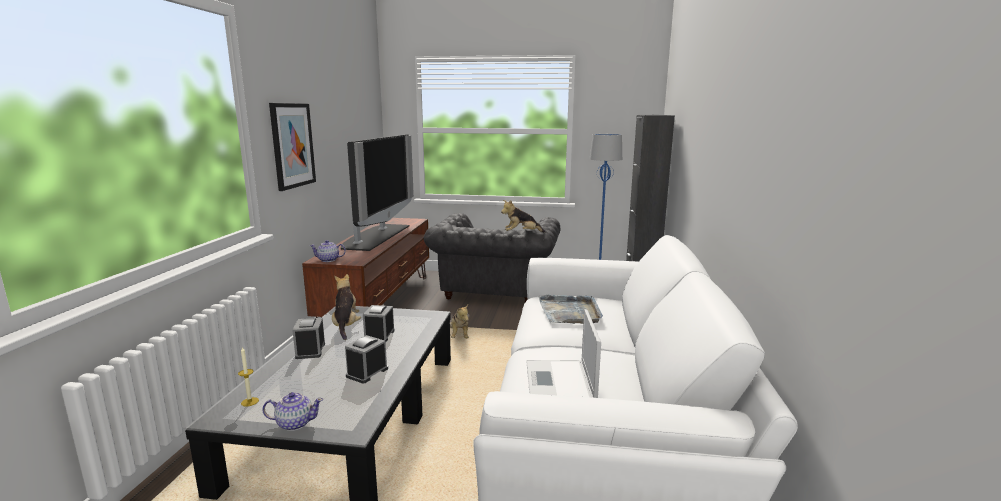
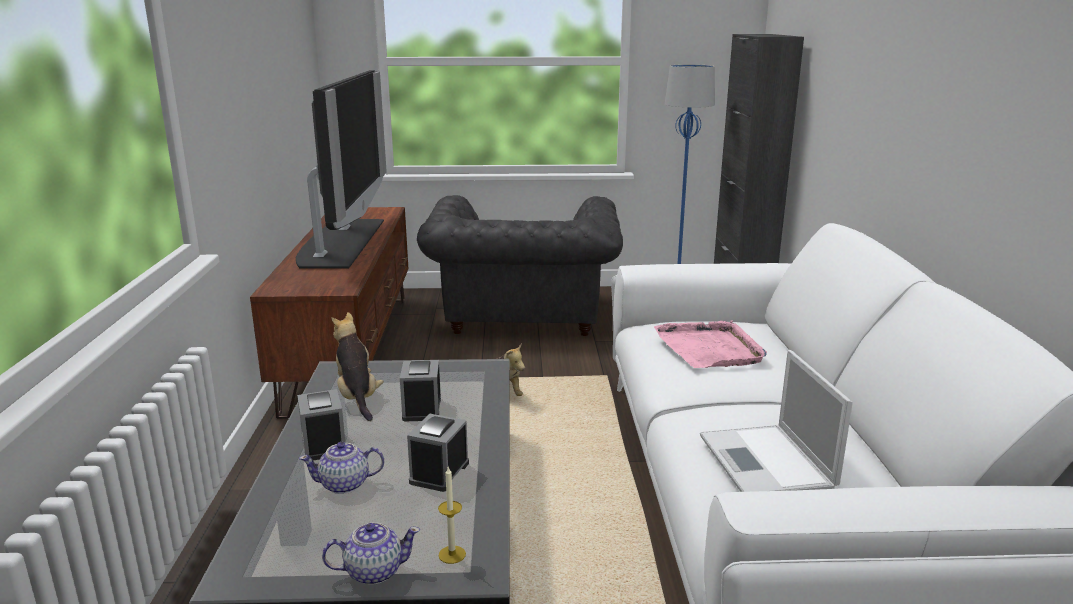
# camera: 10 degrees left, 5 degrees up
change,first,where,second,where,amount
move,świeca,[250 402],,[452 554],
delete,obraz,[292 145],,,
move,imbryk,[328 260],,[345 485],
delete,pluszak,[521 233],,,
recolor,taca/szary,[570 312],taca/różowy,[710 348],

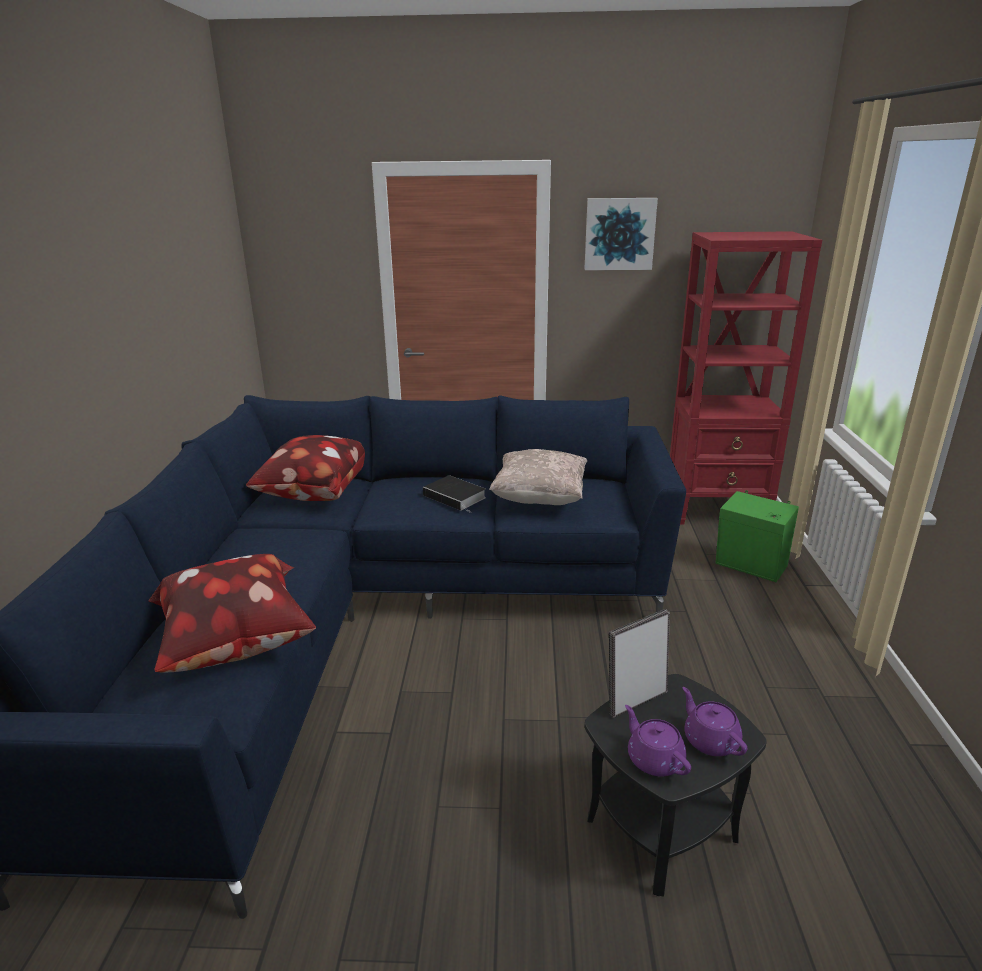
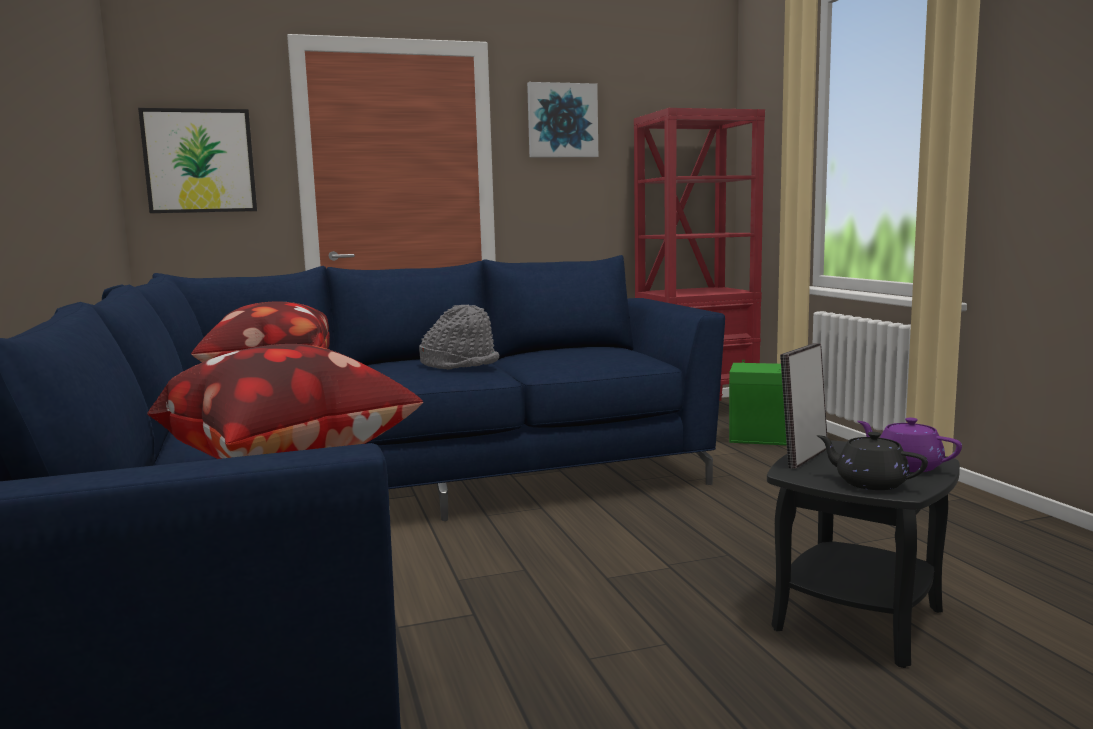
# camera: 20 degrees left, 15 degrees down
change,first,where,second,where,amount
replace,książka,[456 497],kapelusz/szary,[460 364],
delete,poduszka/beżowy,[539 498],,,
recolor,imbryk/fioletowy,[654 759],imbryk/czarny,[869 483],
insert,,,obraz,[199 161],

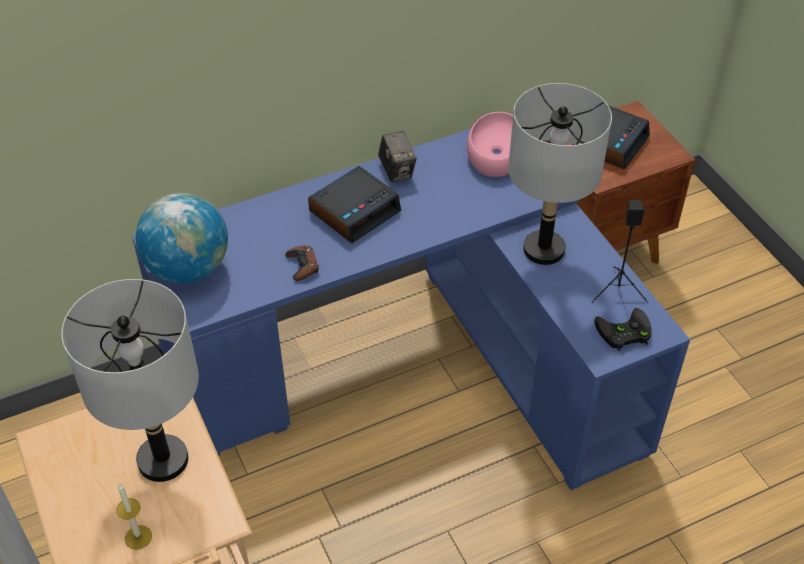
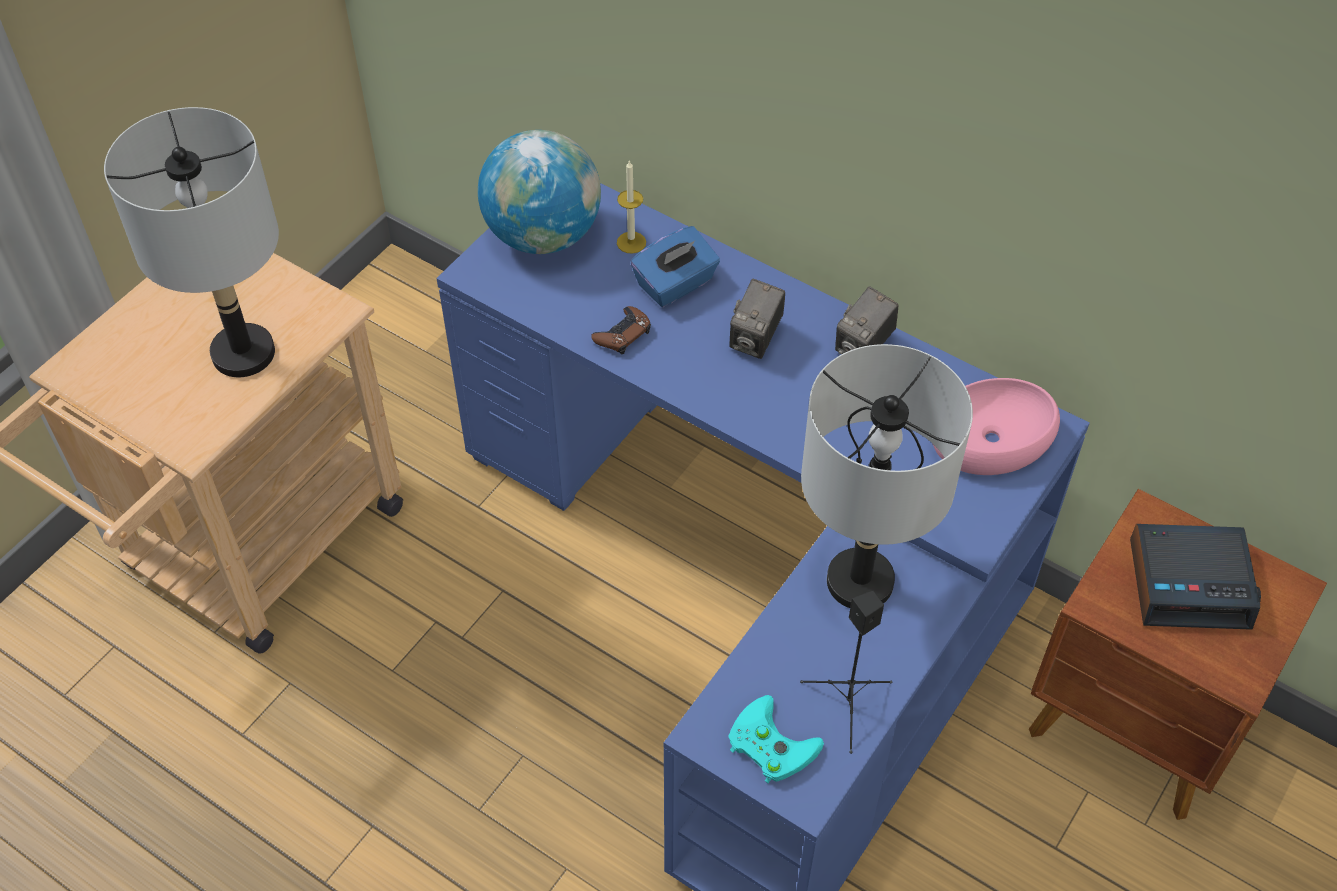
# camera: 60 degrees right, 5 degrees up
change,first,where,second,where,amount
move,świeca,[138 537],,[631 242],
replace,budzik,[355 210],aparat fotograficzny,[755 339],
recolor,pad do gier/czarny,[623 333],pad do gier/turkusowy,[767 744],
insert,,,pudełko chusteczek/niebieski,[675 284],

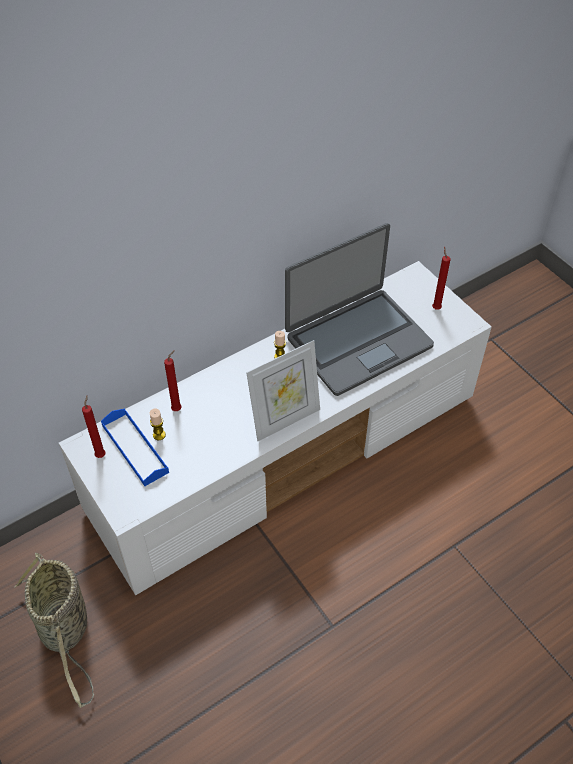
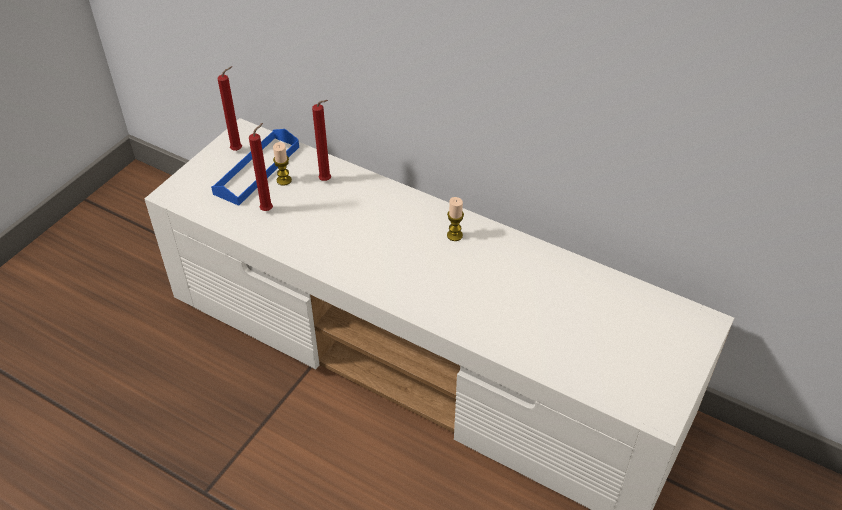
# camera: 65 degrees right, 5 degrees down
change,first,where,second,where,amount
delete,koszyk,[66 631],,,
delete,ramka na zdjęcie,[285 420],,,
delete,laptop,[357 341],,,
move,świeca/czerwony,[436 307],,[269 209],

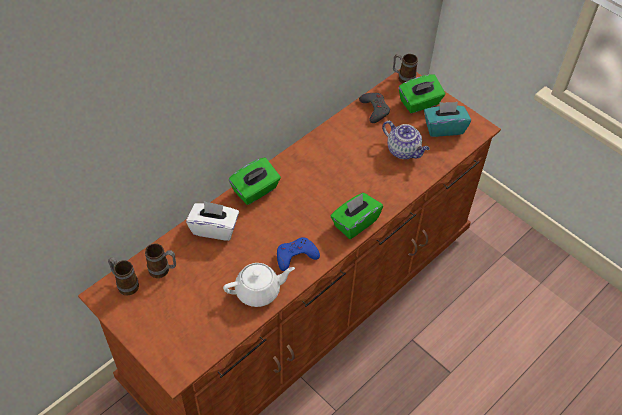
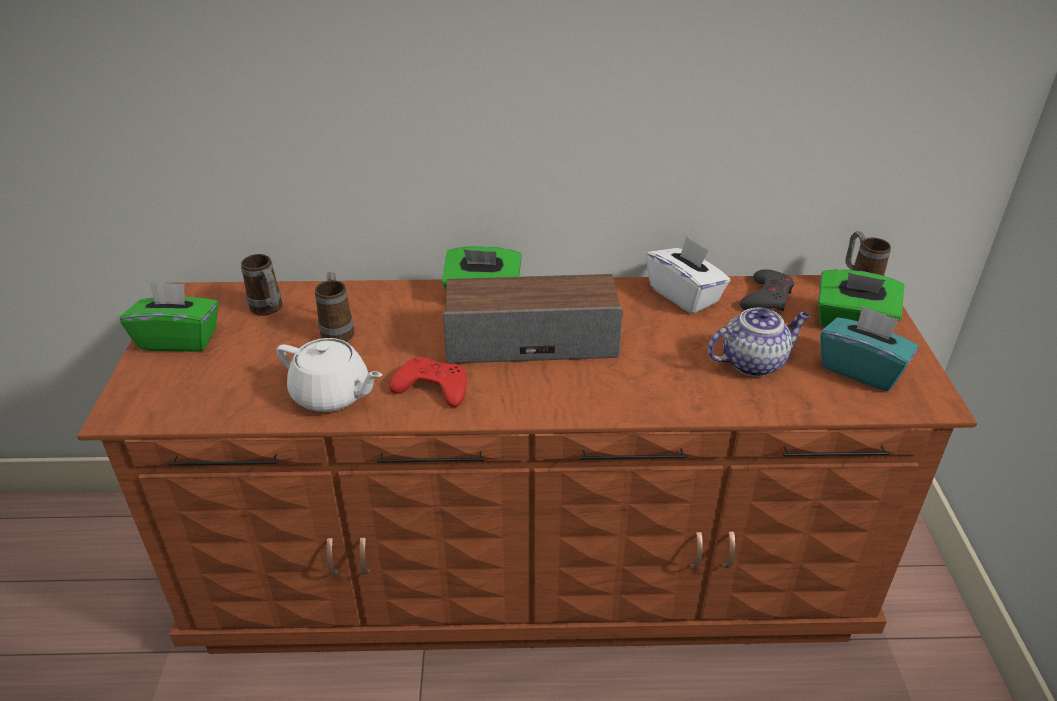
# camera: 45 degrees right, 15 degrees down
change,first,where,second,where,amount
move,kubek,[125 284],,[338 330],
move,pudełko chusteczek/biały,[214 228],,[684 295],
recolor,pad do gier/niebieski,[296 256],pad do gier/czerwony,[432 387],
move,pudełko chusteczek/zielony,[355 223],,[179 339],
rotate,imbryk,[404 151],,[753 362],105 degrees counterclockwise
insert,,,głośnik,[531 341],

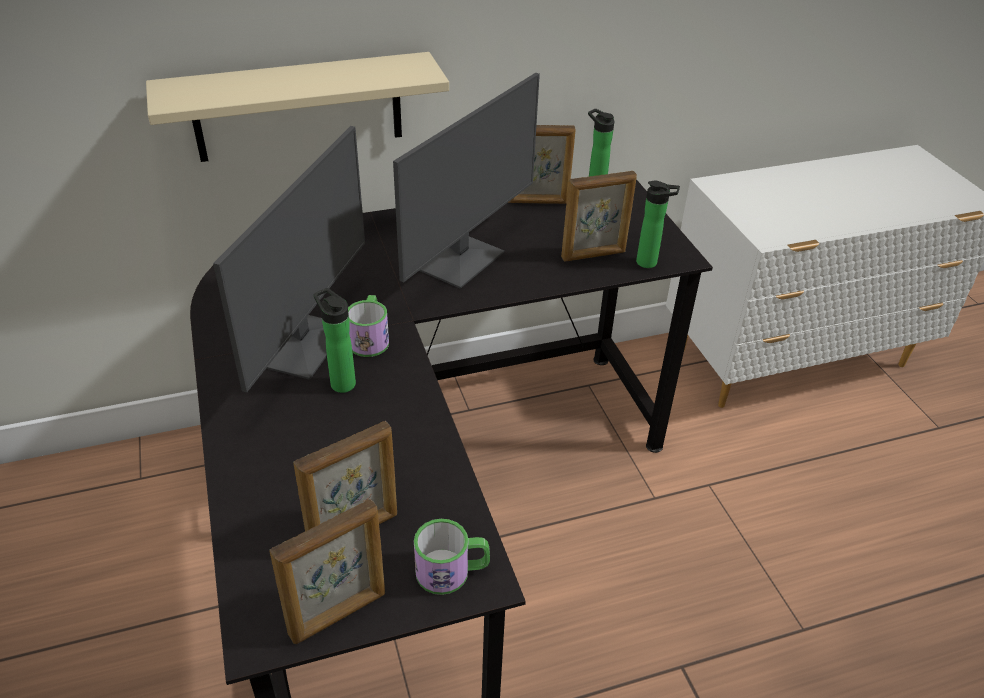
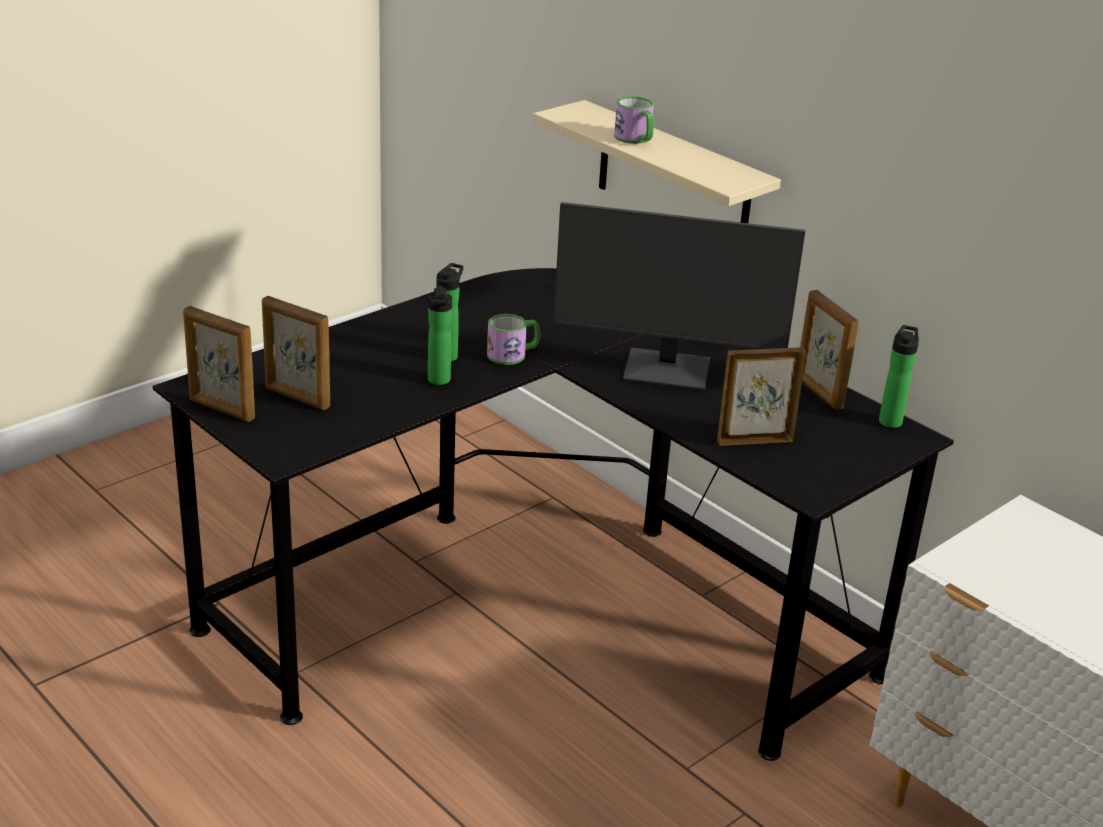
# camera: 65 degrees right, 10 degrees down
change,first,where,second,where,amount
delete,monitor,[301 344],,,
move,kubek,[452 571],,[636 139],
rotate,ramka na zdjęcie,[594 255],,[754 440],120 degrees clockwise
move,butelka,[650 263],,[439 381],

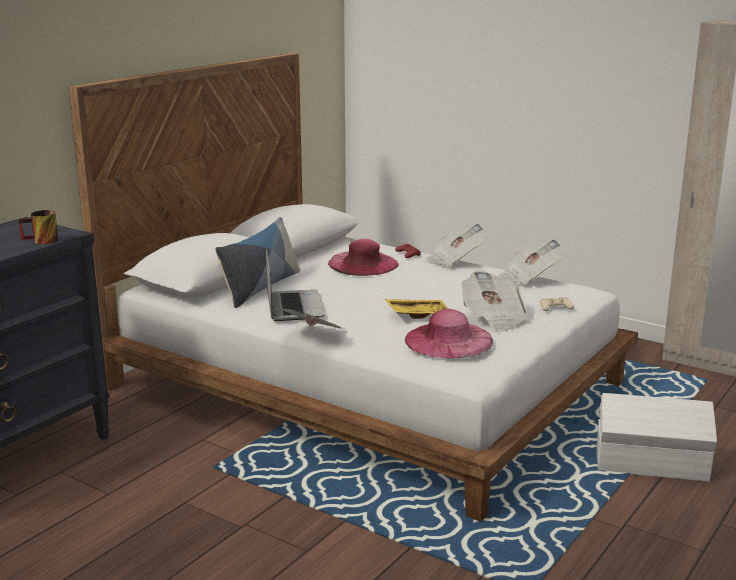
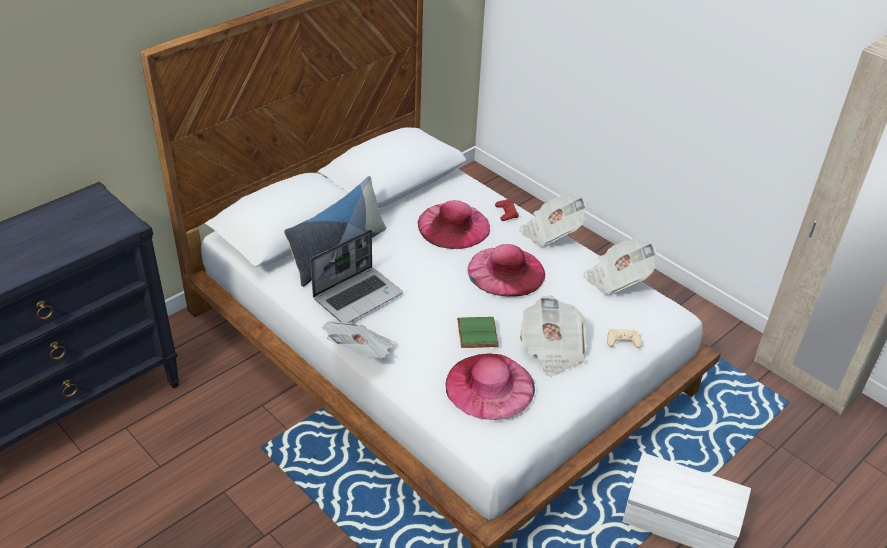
# camera: 10 degrees right, 20 degrees up
change,first,where,second,where,amount
delete,kubek,[41 241],,,
rotate,laptop,[293 307],,[358 296],45 degrees clockwise
replace,taca/żółty,[418 314],książka/zielony,[476 333],
insert,,,kapelusz/różowy,[506 271],

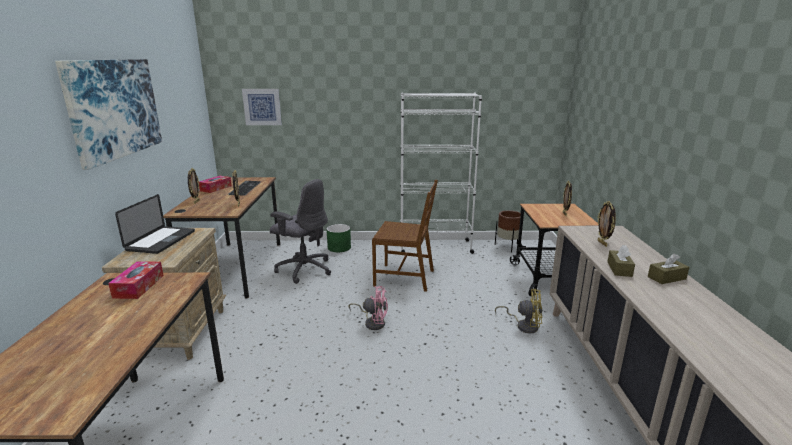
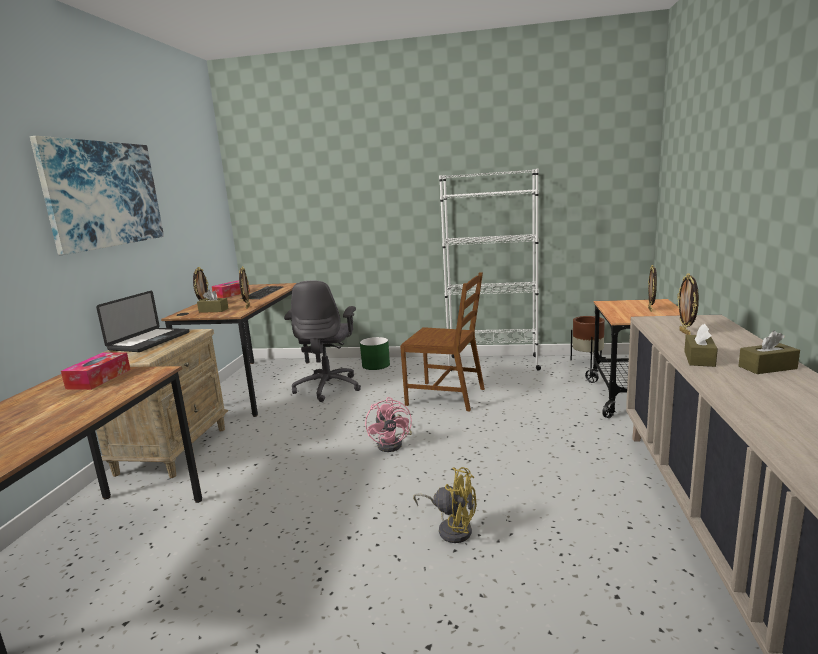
# camera: 10 degrees right, 5 degrees down
change,first,where,second,where,amount
delete,obraz,[262 107],,,
rotate,krzesło biurowe/szary,[304 269],,[328 387],60 degrees clockwise
rotate,wentylator/różowy,[372 322],,[393 444],60 degrees clockwise
move,wentylator/żółty,[523 325],,[451 528],
insert,,,pudełko chusteczek/brązowy,[213 310],

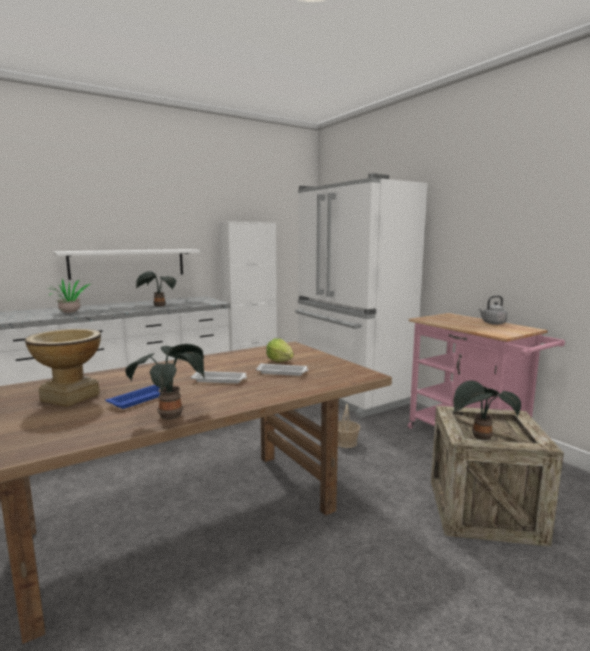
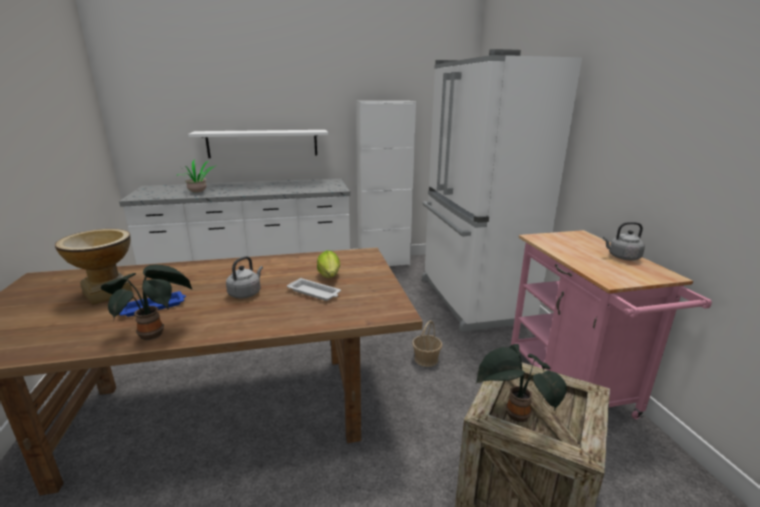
# camera: 20 degrees right, 10 degrees up
change,first,where,second,where,amount
delete,roślina doniczkowa,[158 306],,,
replace,taca/biały,[220 380],czajnik/szary,[246 293],

